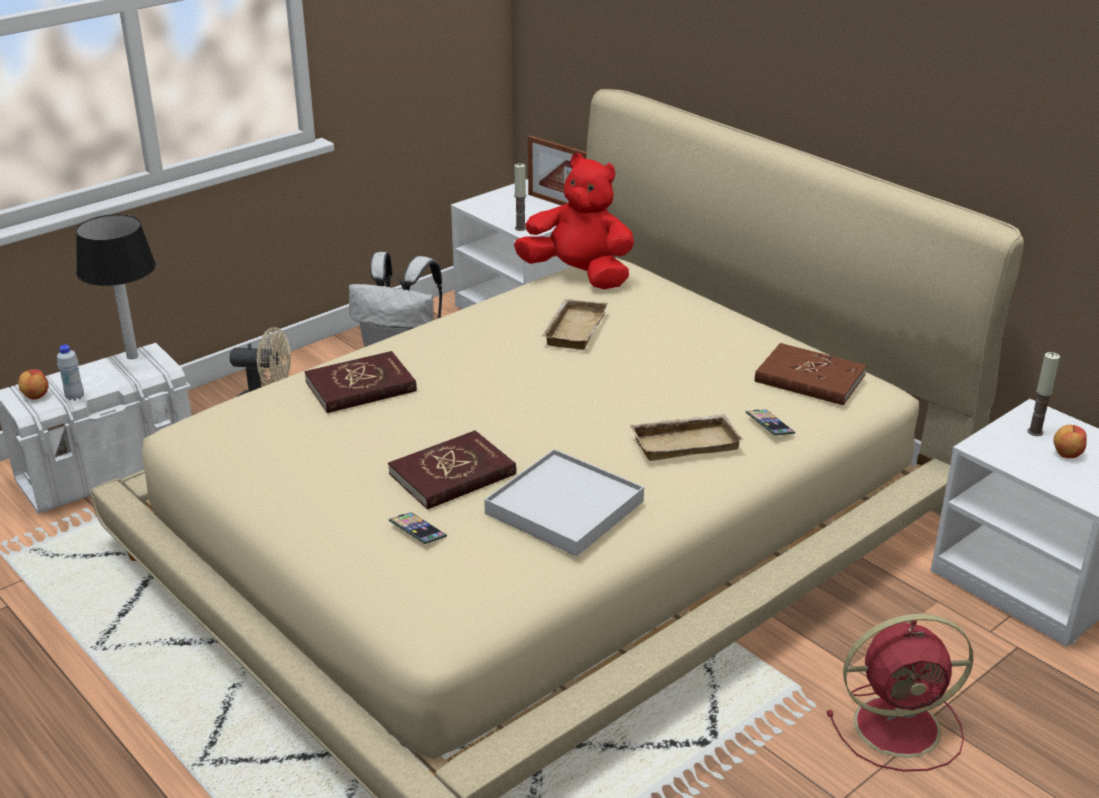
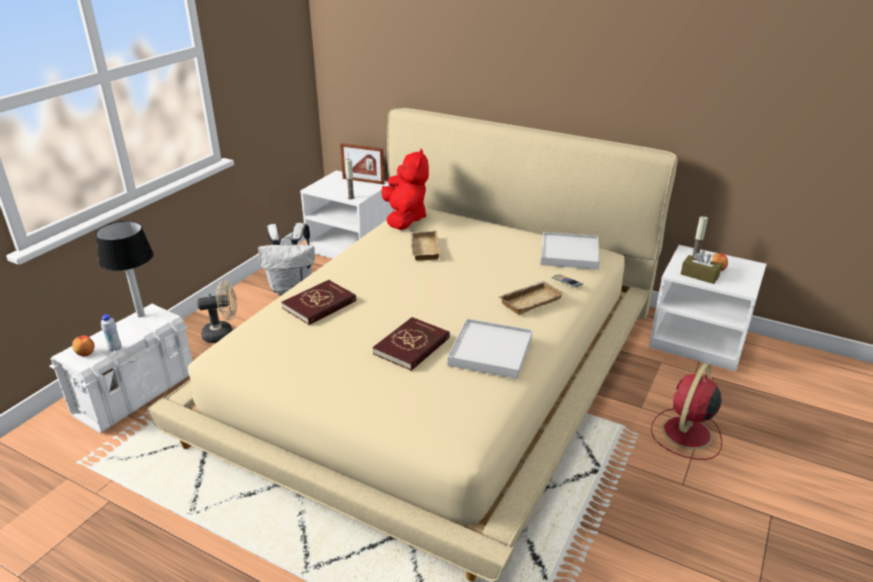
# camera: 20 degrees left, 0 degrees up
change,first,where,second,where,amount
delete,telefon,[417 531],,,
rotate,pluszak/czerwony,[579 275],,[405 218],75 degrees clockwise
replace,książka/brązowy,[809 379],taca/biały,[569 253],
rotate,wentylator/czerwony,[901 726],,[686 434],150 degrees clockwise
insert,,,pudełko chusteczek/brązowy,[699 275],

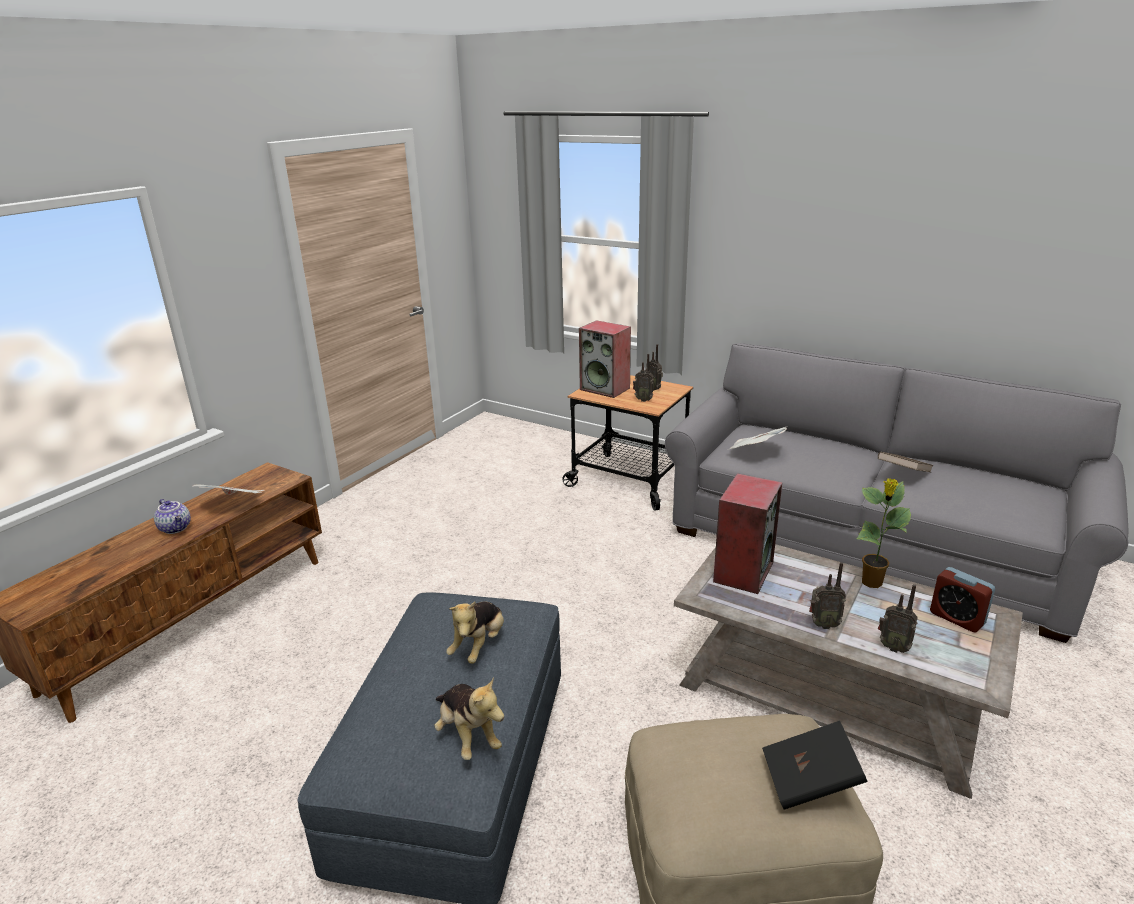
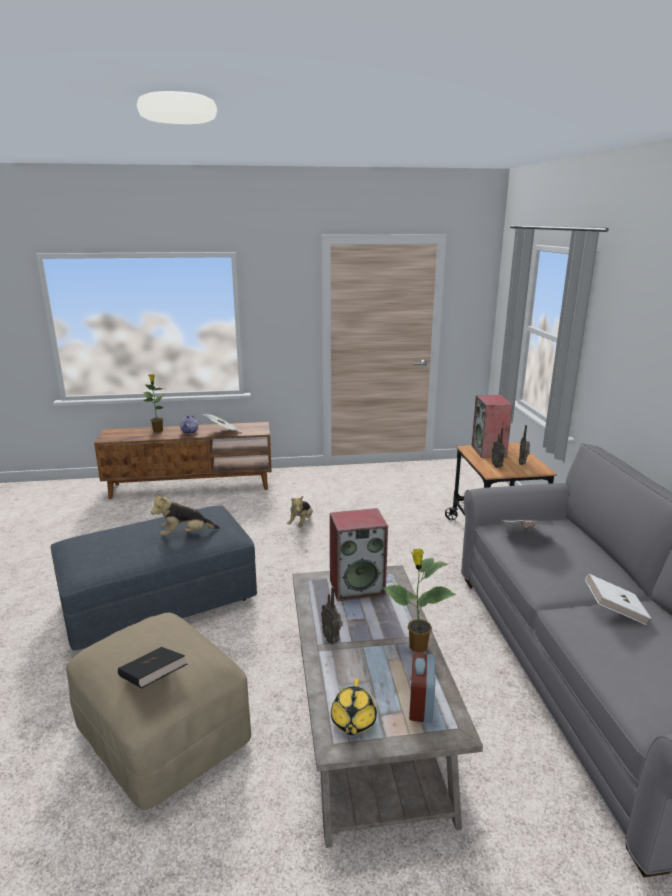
# camera: 50 degrees right, 5 degrees down
change,first,where,second,where,amount
move,pluszak,[468 735],,[301 523],
recolor,książka/brązowy,[903 474],książka/biały,[614 610],
delete,radio,[893 647],,,
insert,,,roślina doniczkowa,[158 430],
insert,,,imbryk/żółty,[353 721],

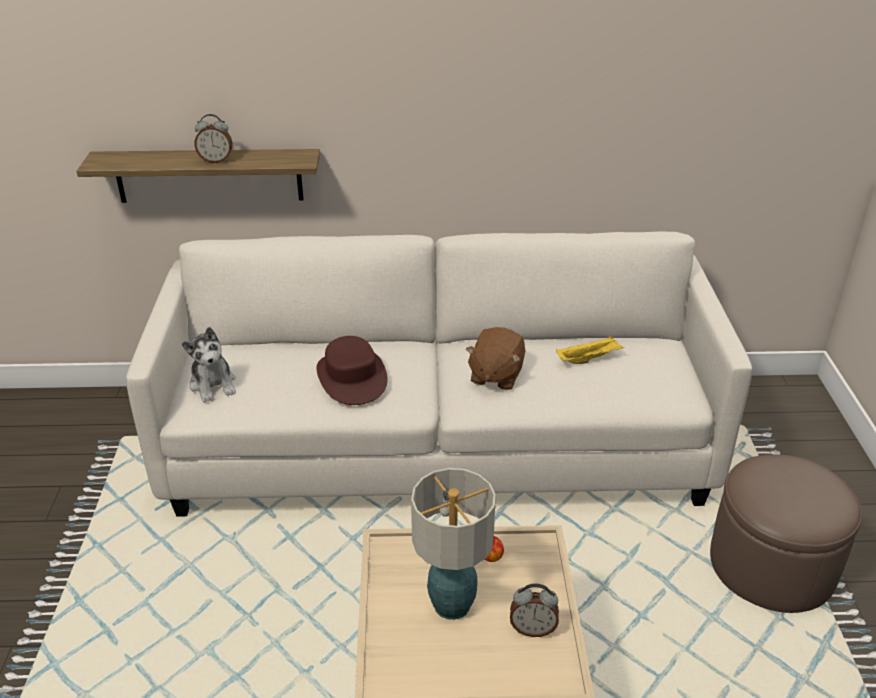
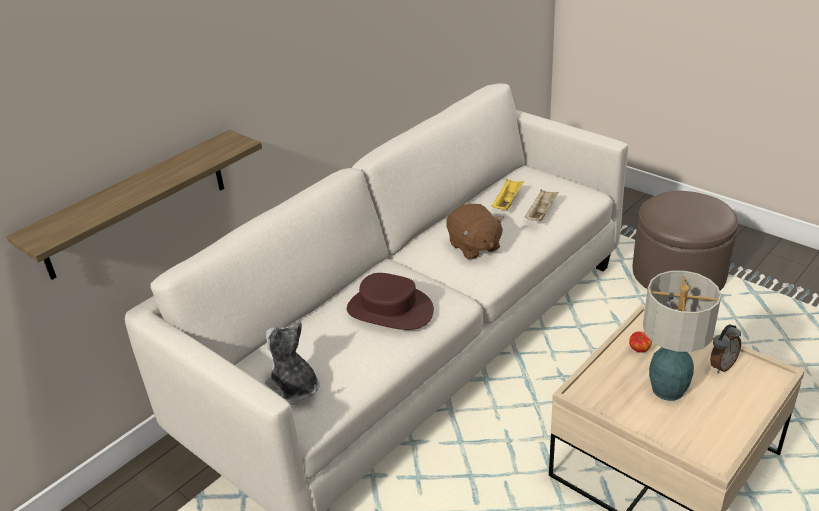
# camera: 45 degrees left, 0 degrees up
change,first,where,second,where,amount
rotate,pluszak,[213 384],,[294 388],150 degrees counterclockwise
delete,budzik,[216 160],,,
insert,,,taca/beżowy,[540 213],

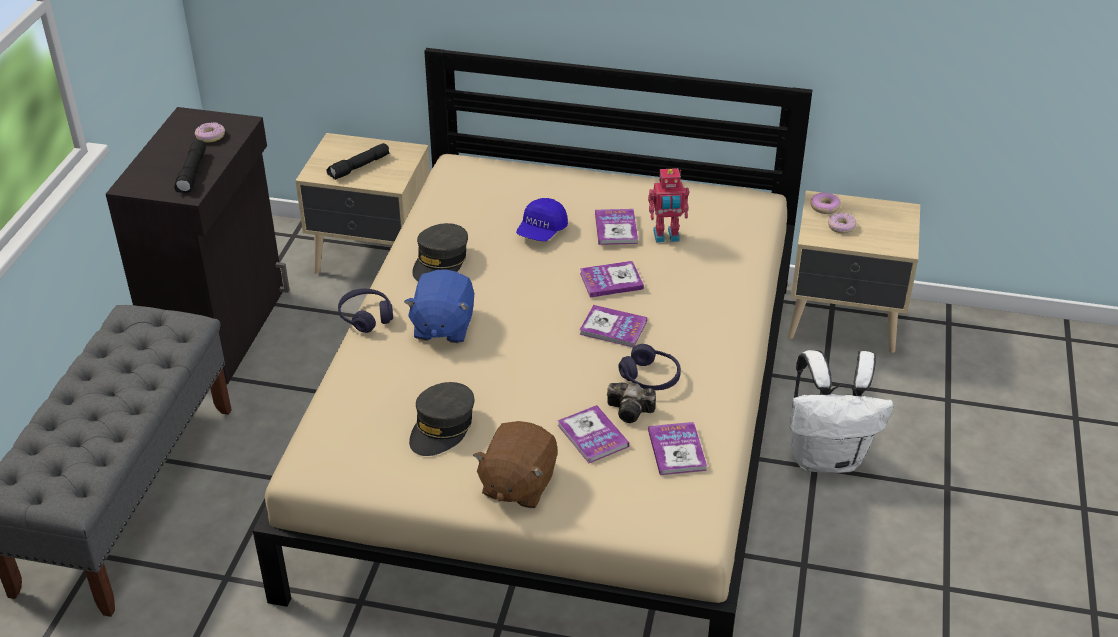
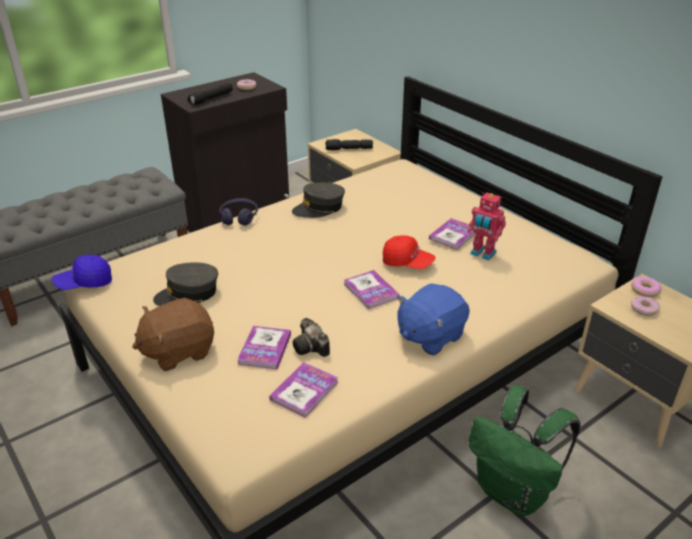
# camera: 40 degrees right, 5 degrees down
change,first,where,second,where,amount
move,pluszak/niebieski,[442 326],,[430 336],
move,czapka z daszkiem/niebieski,[541 231],,[84 283],
replace,książka,[611 281],czapka z daszkiem/czerwony,[407 262],
delete,słuchawki/fioletowy,[650 377],,,
recolor,plecak/biały,[827 457],plecak/zielony,[513 493],

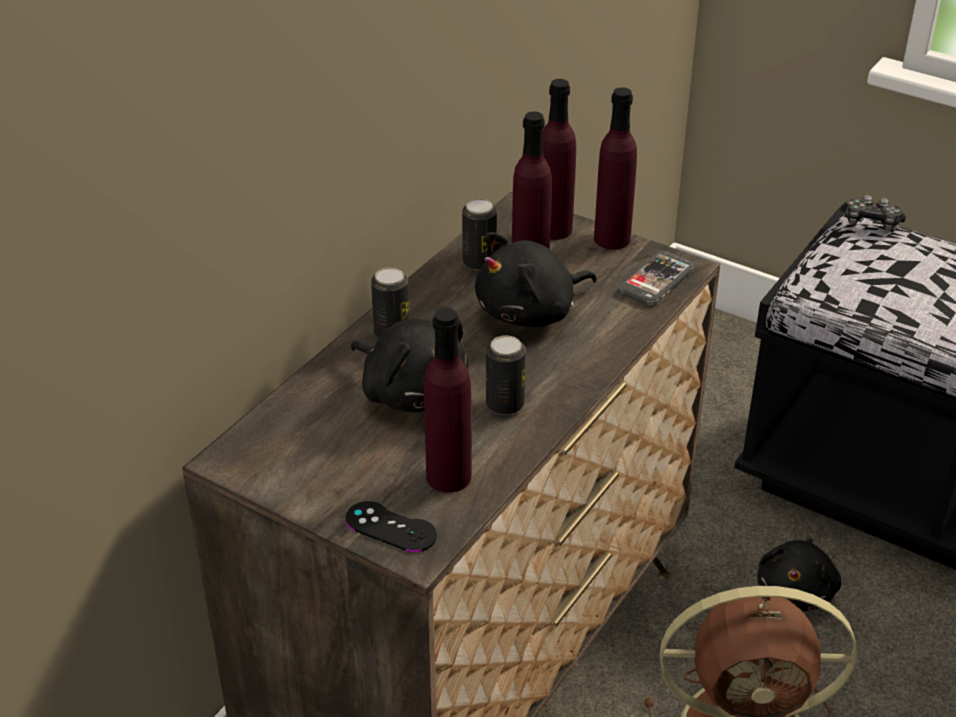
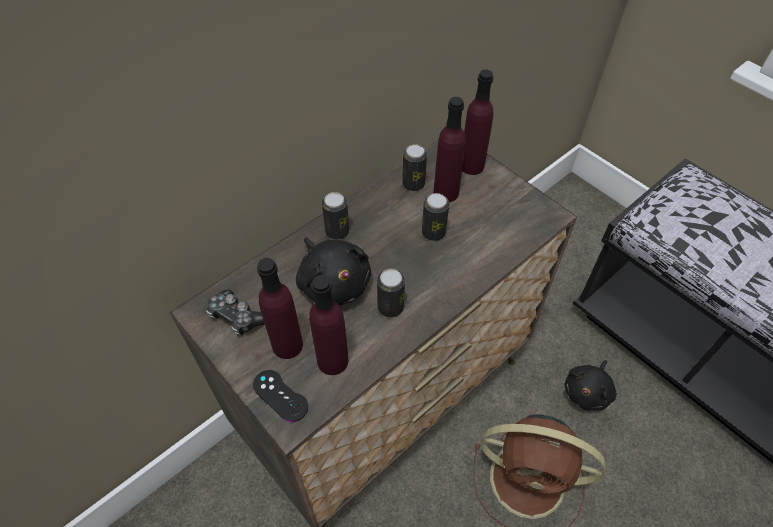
# camera: 15 degrees right, 15 degrees up
change,first,where,second,where,amount
replace,pluszak/czarny,[530 312],puszka,[433 232],
move,butelka/fioletowy,[612 239],,[287 345],
delete,telefon,[656 280],,,
move,pad do gier,[870 223],,[237 317],

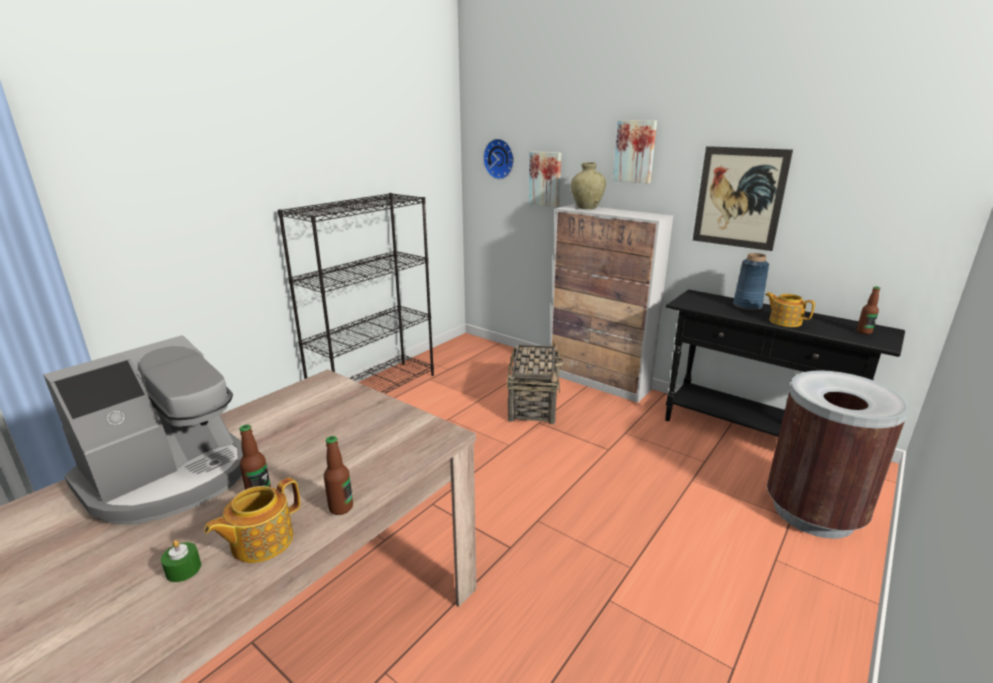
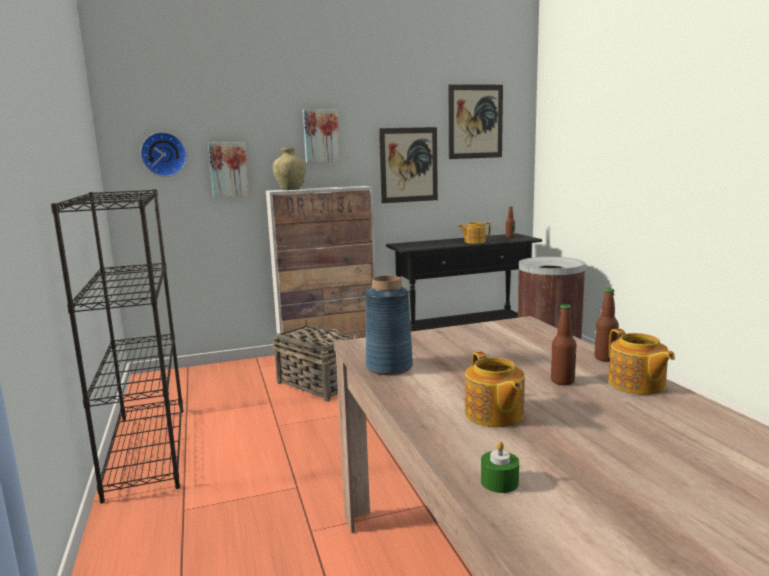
# camera: 55 degrees left, 10 degrees down
change,first,where,second,where,amount
replace,ekspres do kawy,[170 477],imbryk,[494 415],
move,świeca/zielony,[183 569],,[499 482],
move,wazon/niebieski,[747 306],,[389 367],
insert,,,obraz,[475 121],

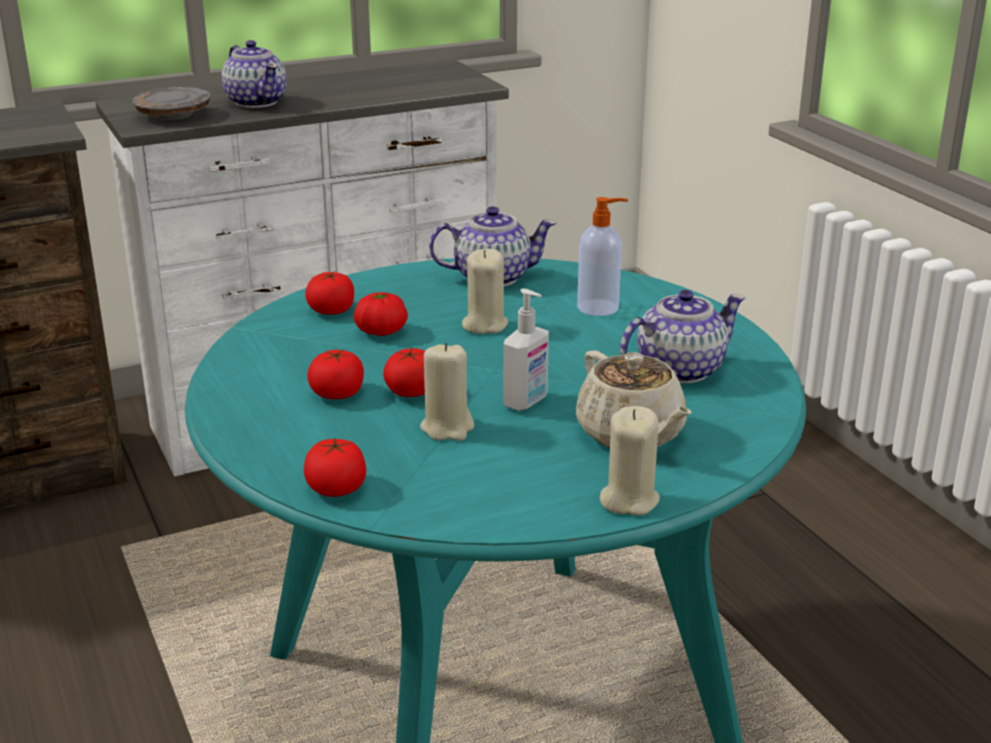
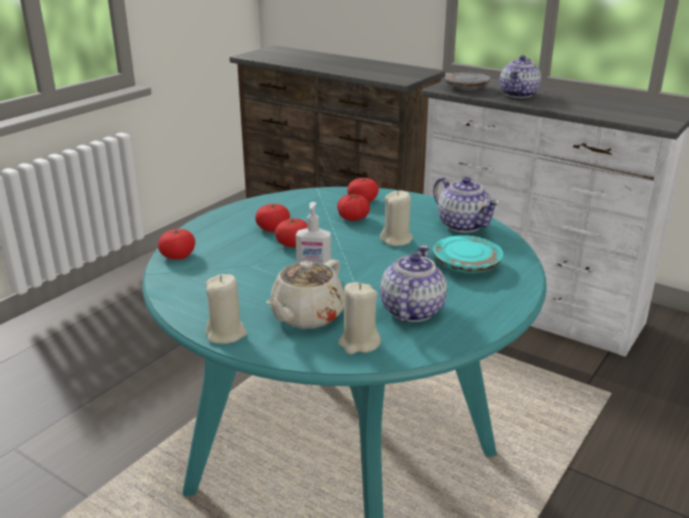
# camera: 60 degrees right, 0 degrees up
change,first,where,second,where,amount
move,świeca/beżowy,[447 427],,[359 343],
replace,dozownik mydła,[599 308],talerz/turkusowy,[467 265],
rotate,imbryk,[678 369],,[411 311],105 degrees counterclockwise

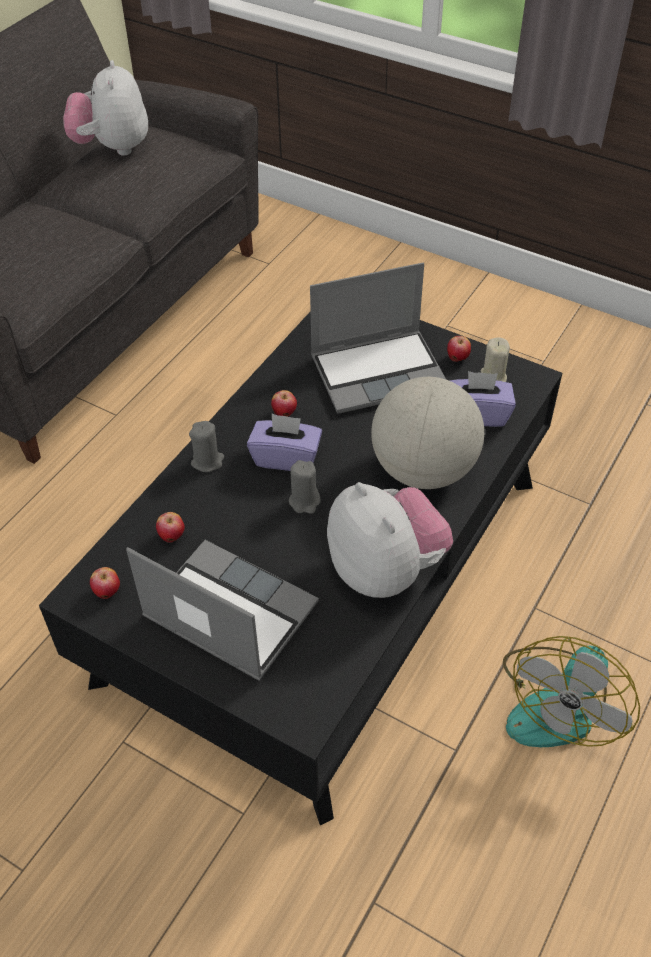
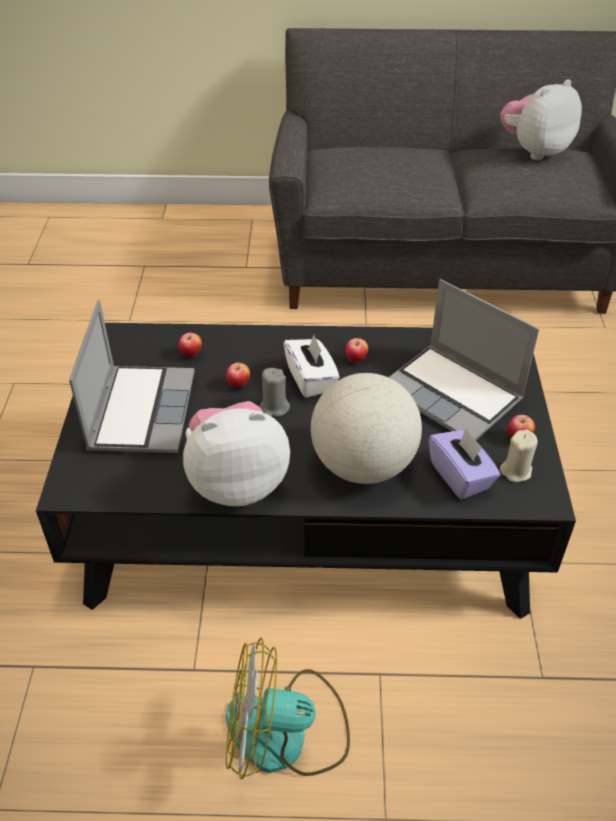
# camera: 60 degrees right, 5 degrees down
change,first,where,second,where,amount
move,jabłko,[108 592],,[239 385],
delete,świeca/szary,[207 461],,,
recolor,pudełko chusteczek/fioletowy,[286 457],pudełko chusteczek/biały,[311 380],
rotate,pluszak,[385 569],,[237 482],135 degrees counterclockwise

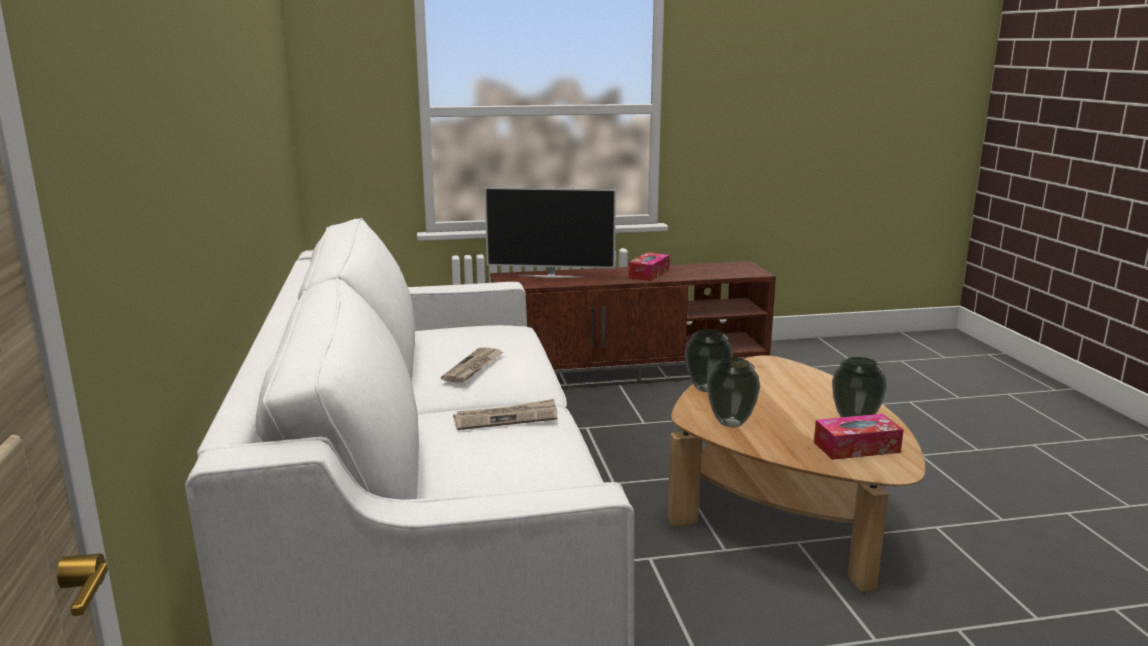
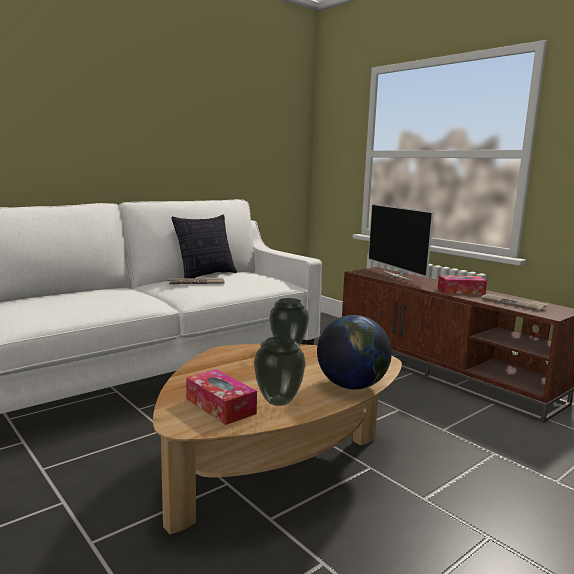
# camera: 60 degrees right, 5 degrees down
change,first,where,second,where,amount
move,gazeta,[506 418],,[514 303],
delete,wazon,[730 423],,,
insert,,,poduszka,[206 275],
insert,,,globus,[352 386],

